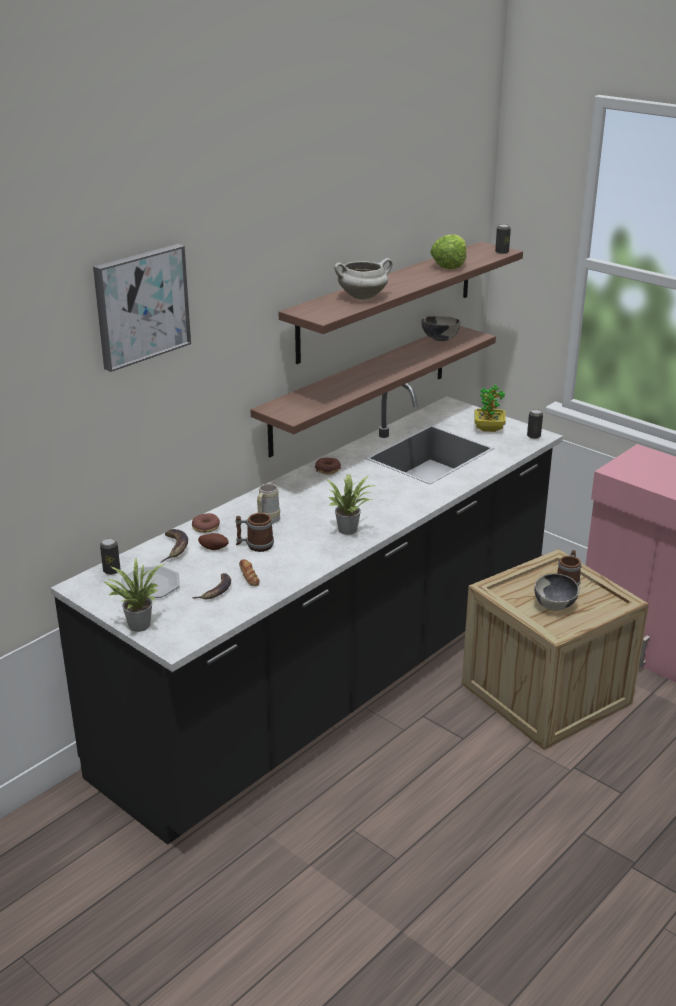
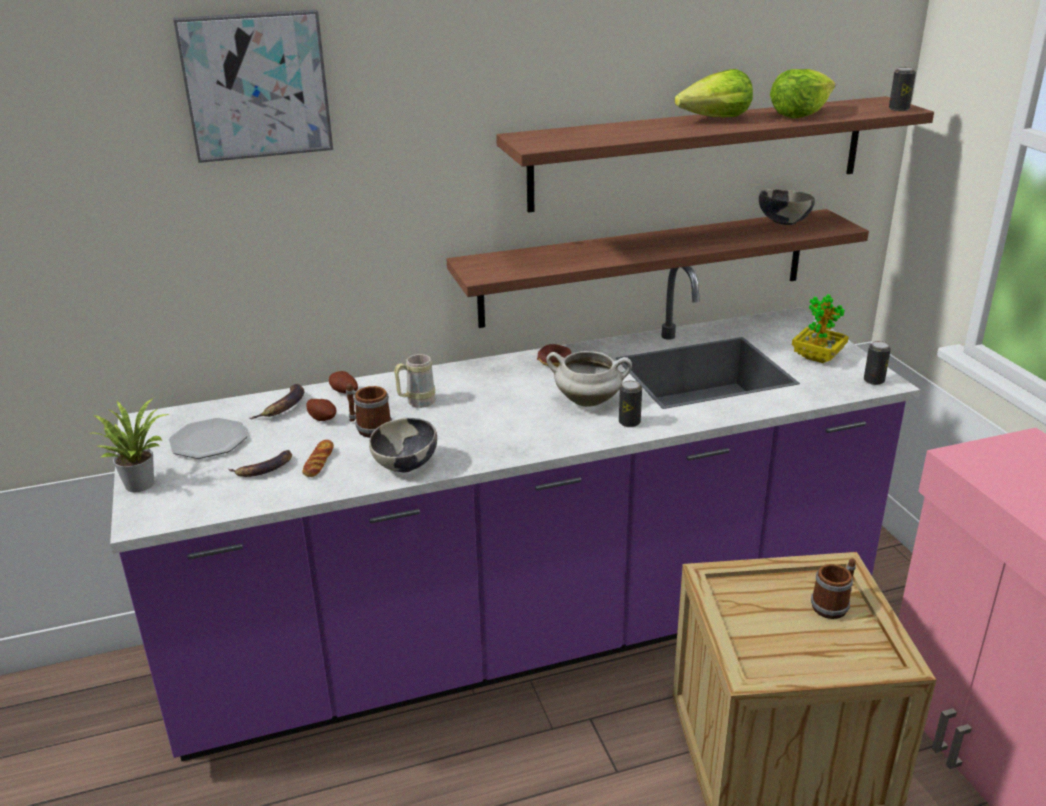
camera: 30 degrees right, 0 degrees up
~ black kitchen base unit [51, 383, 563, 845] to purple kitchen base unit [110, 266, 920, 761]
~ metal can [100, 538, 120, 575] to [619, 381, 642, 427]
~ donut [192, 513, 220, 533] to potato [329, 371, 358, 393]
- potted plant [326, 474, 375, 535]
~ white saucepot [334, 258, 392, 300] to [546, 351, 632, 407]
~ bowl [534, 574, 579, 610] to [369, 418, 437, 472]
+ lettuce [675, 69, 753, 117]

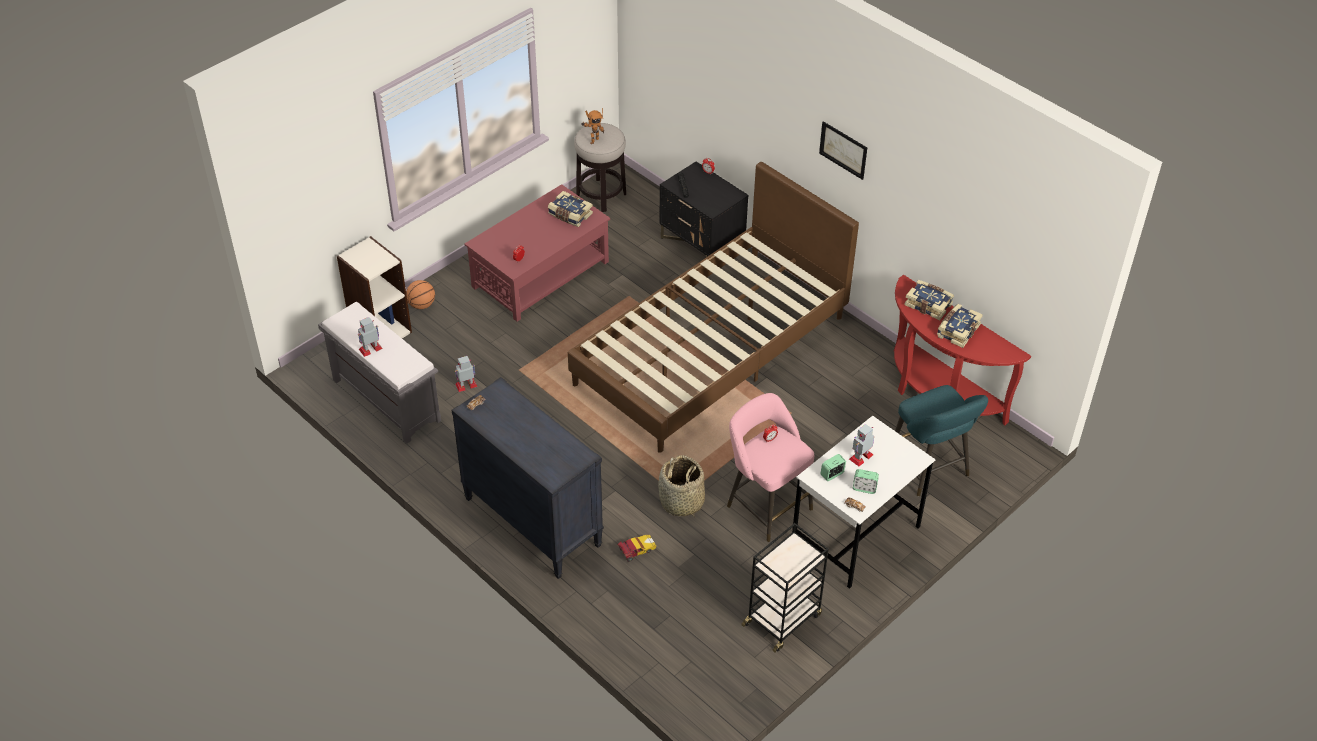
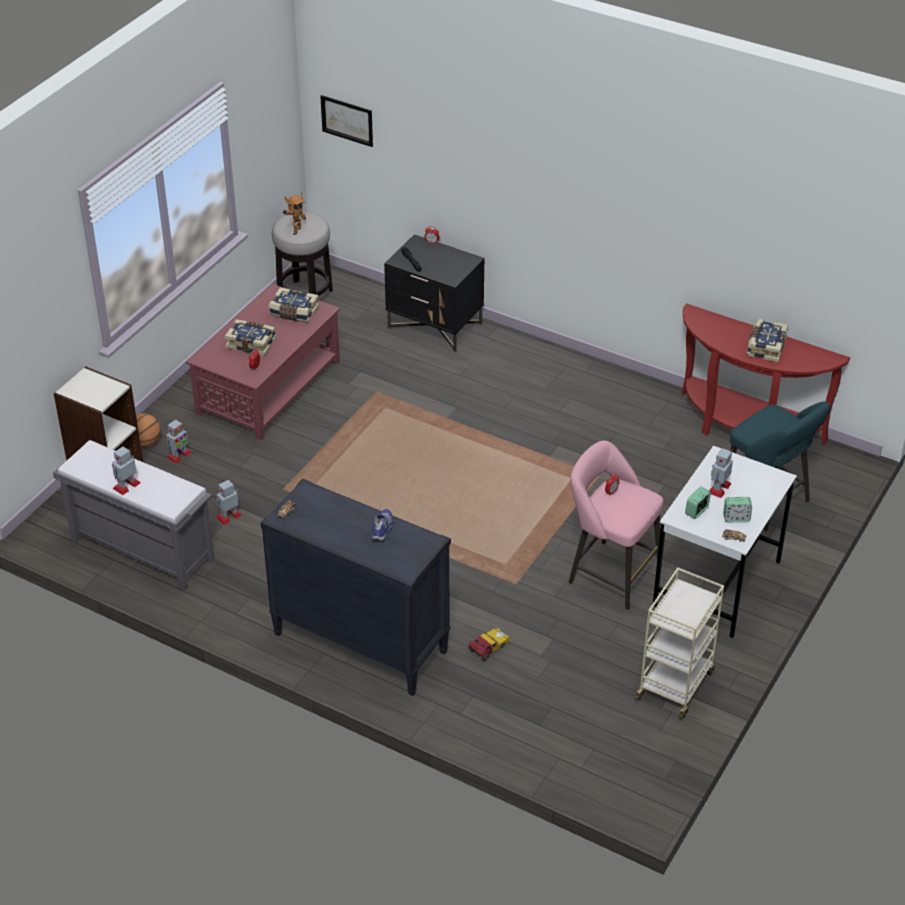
camera: 15 degrees left, 5 degrees down
- brown-coloured bed [568, 162, 859, 453]
- household basket [658, 455, 705, 517]
~ black cart [741, 523, 829, 652] to beige-coloured cart [634, 567, 724, 719]
~ wall picture [819, 121, 867, 180] to [320, 95, 373, 147]
~ book [904, 280, 954, 320] to [224, 319, 276, 356]
+ toy robot [166, 418, 192, 464]
+ low shoe [372, 509, 394, 542]

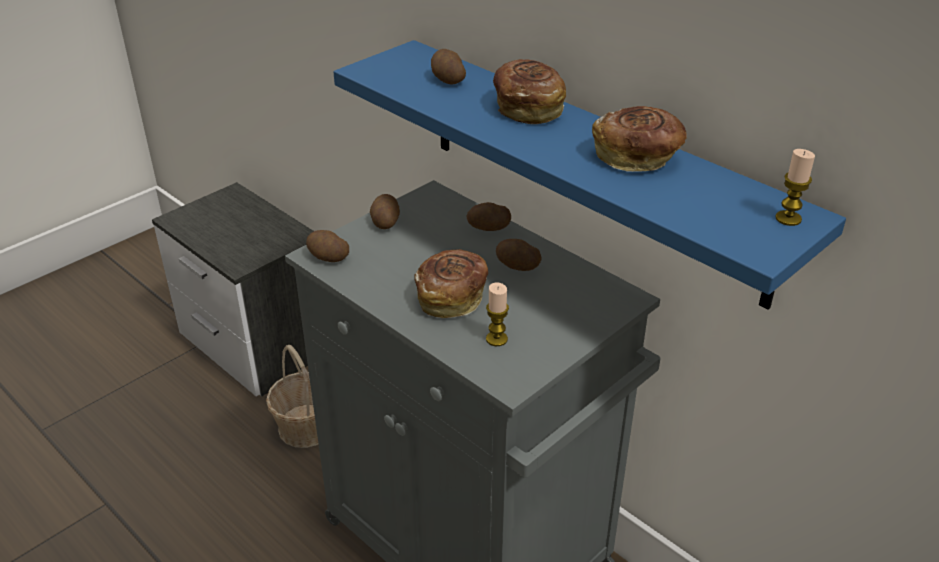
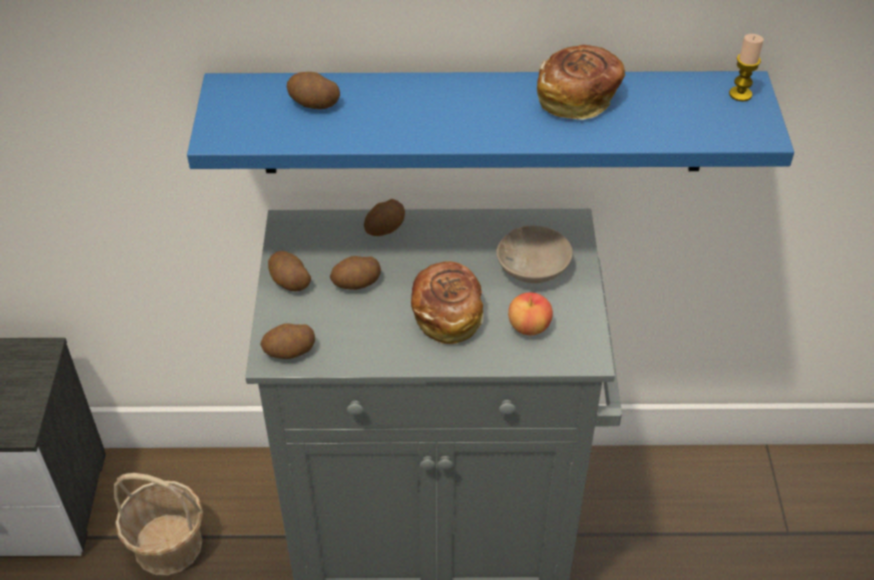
camera: 45 degrees left, 10 degrees up
~ wax candle [486, 282, 509, 346] to apple [508, 292, 553, 335]
- bread [493, 59, 566, 124]
~ potato [496, 239, 542, 271] to [330, 256, 381, 290]
+ beige-coloured bowl [496, 225, 573, 283]

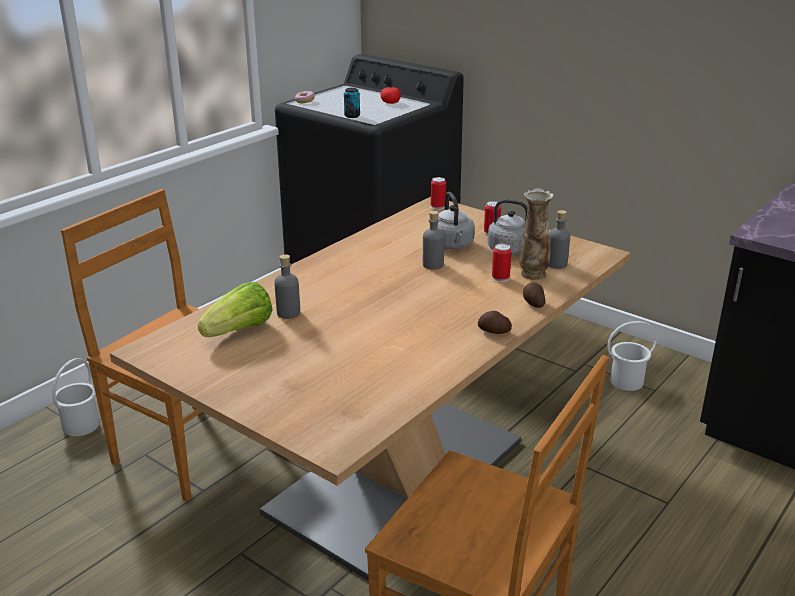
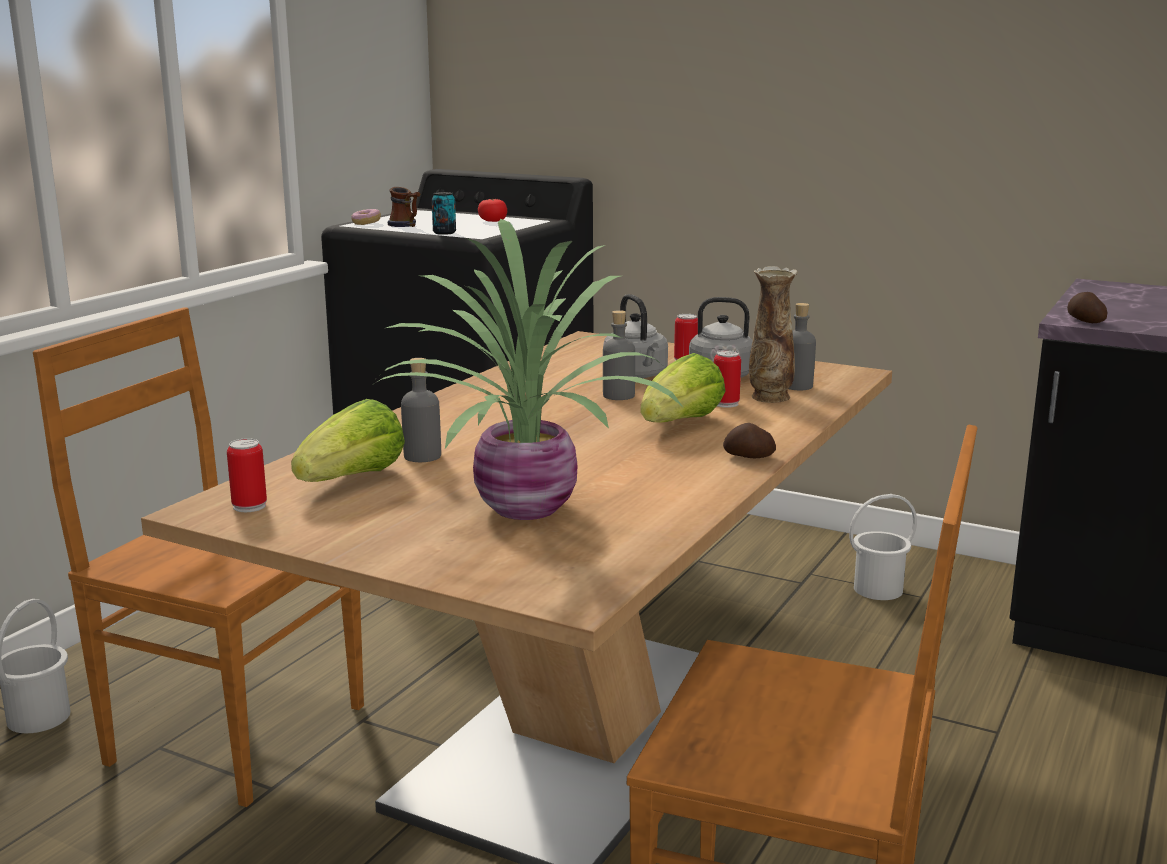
camera: 10 degrees left, 10 degrees down
~ metal can [431, 177, 446, 210] to [227, 438, 267, 512]
~ potato [523, 282, 546, 308] to [1067, 292, 1107, 323]
+ potted plant [372, 219, 684, 520]
+ tea mug [388, 187, 421, 227]
+ lettuce [640, 353, 726, 423]

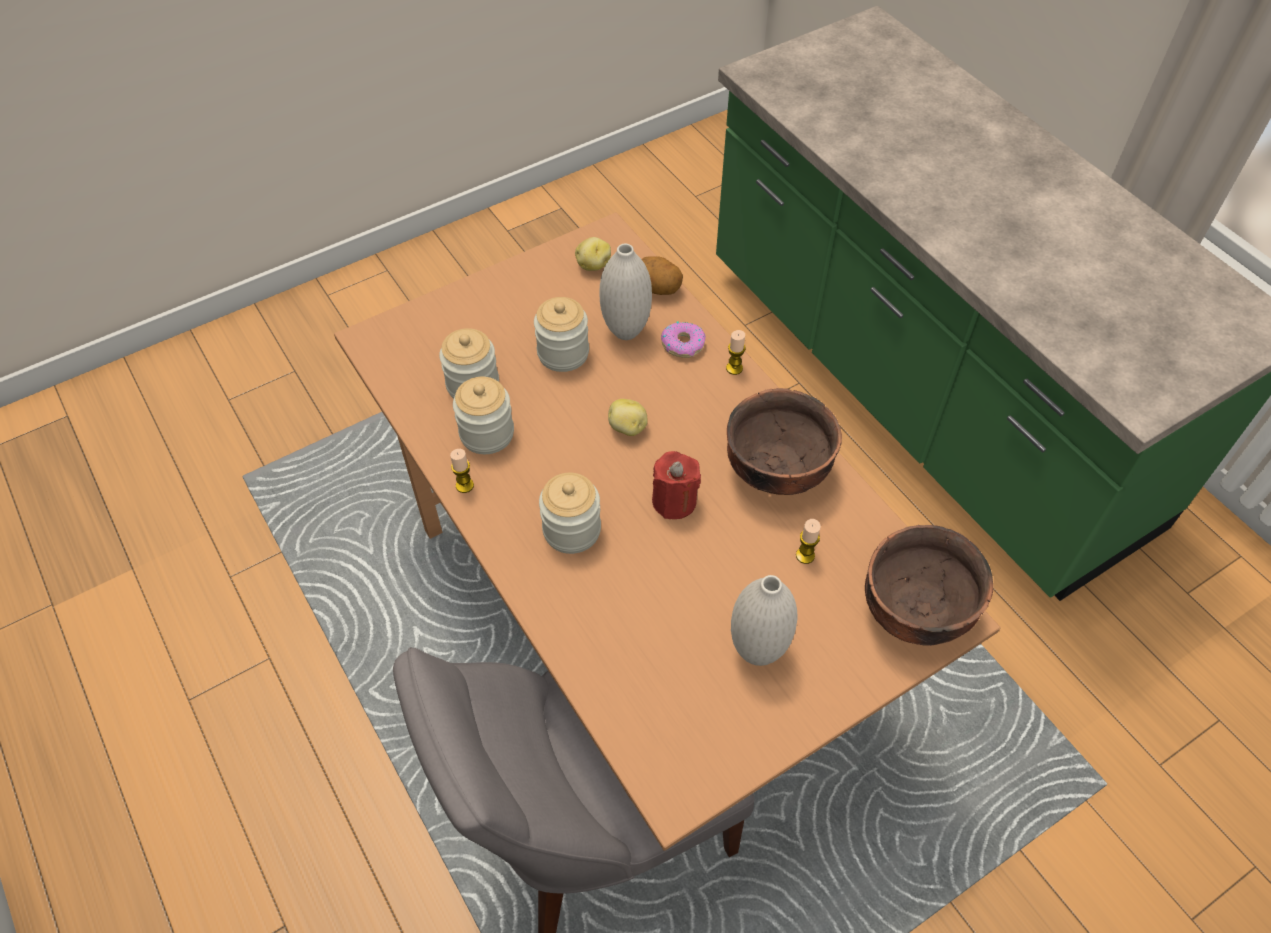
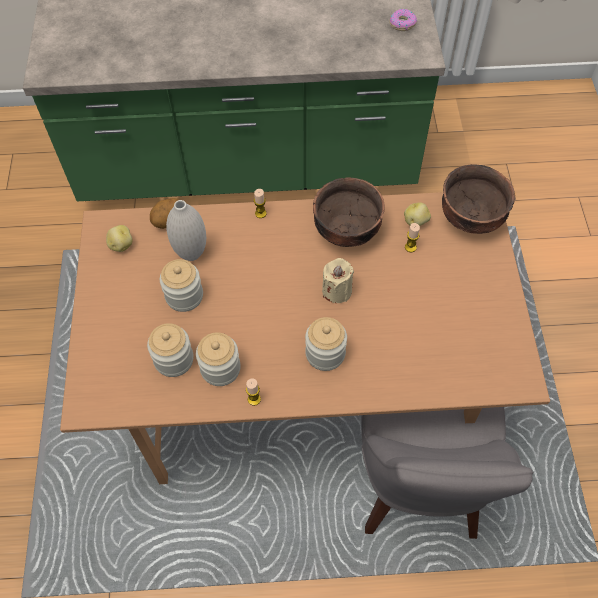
camera: 60 degrees left, 5 degrees up
~ potato [608, 399, 647, 436] to [404, 202, 431, 226]
~ reddish wax candle [652, 451, 701, 519] to beige-coloured wax candle [322, 258, 354, 303]
~ donut [661, 321, 706, 358] to [389, 9, 417, 31]
- white flower vase [731, 575, 797, 666]

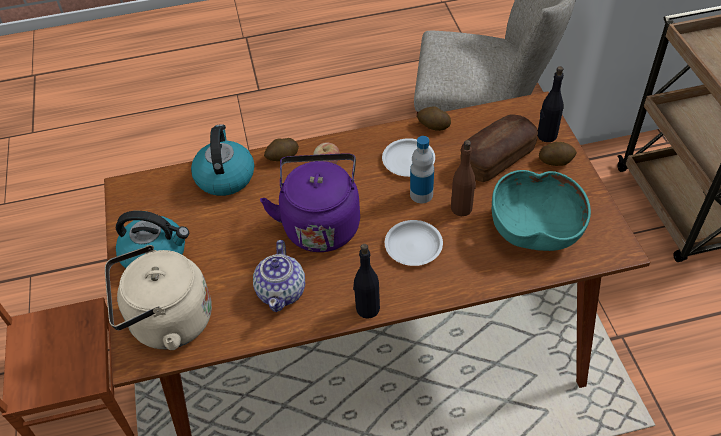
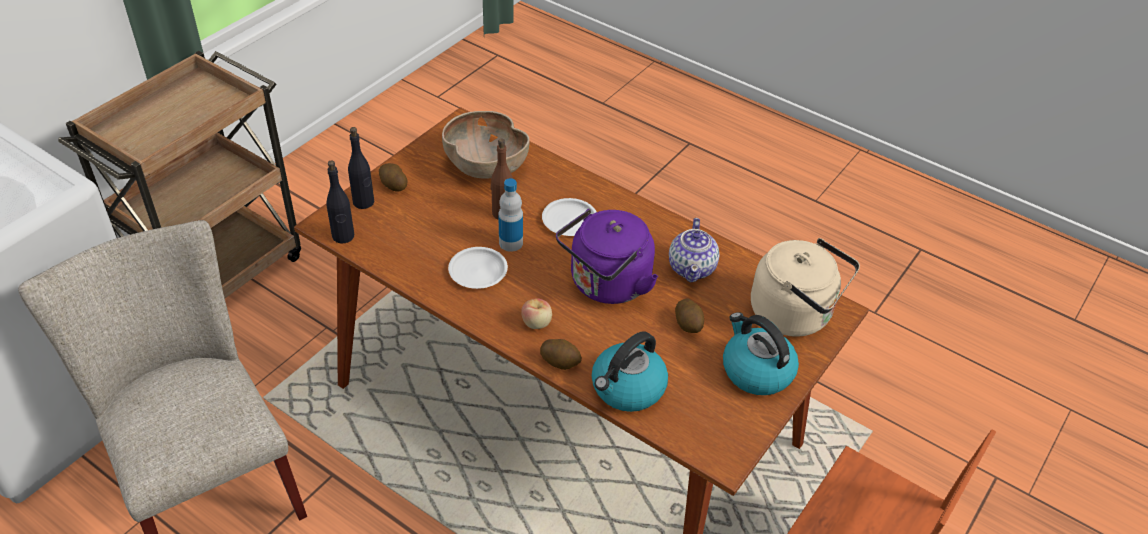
camera: 135 degrees left, 5 degrees down
~ pot for tea [253, 240, 305, 312] = [669, 218, 719, 282] 135 degrees clockwise
~ black drink bottle [353, 244, 380, 319] to [326, 160, 354, 243]
~ potato [417, 107, 451, 131] to [675, 299, 704, 333]
- bread [460, 114, 538, 182]
~ turquoise-coloured bowl [492, 170, 591, 251] to brown-coloured bowl [442, 111, 530, 178]

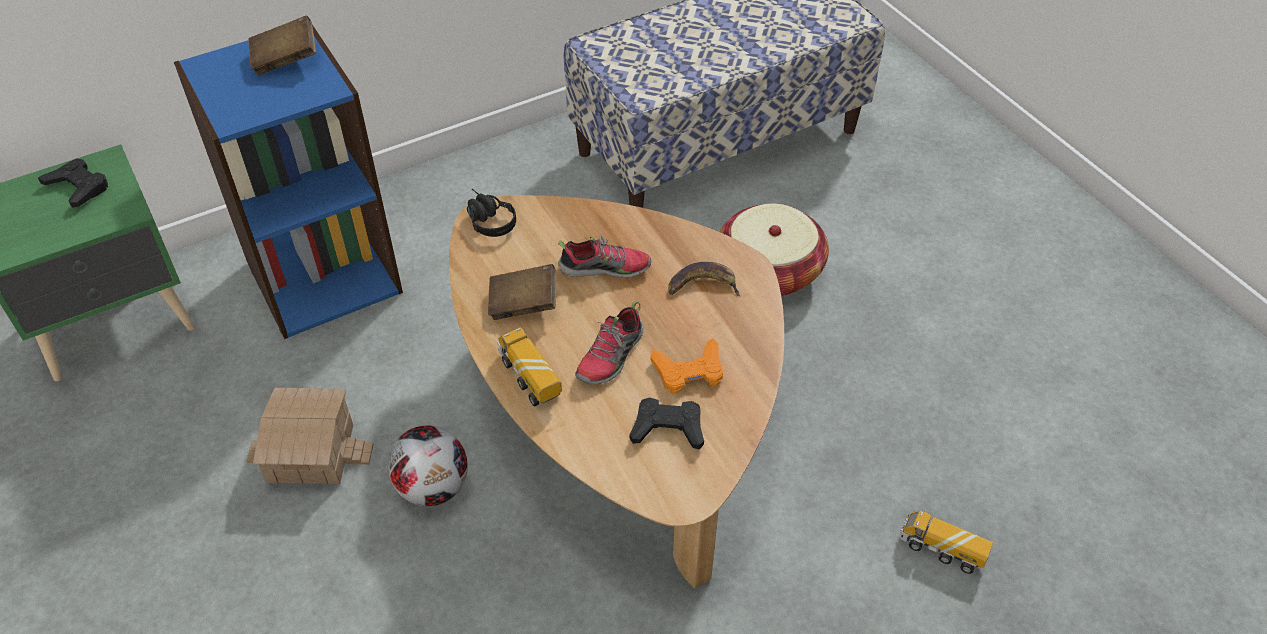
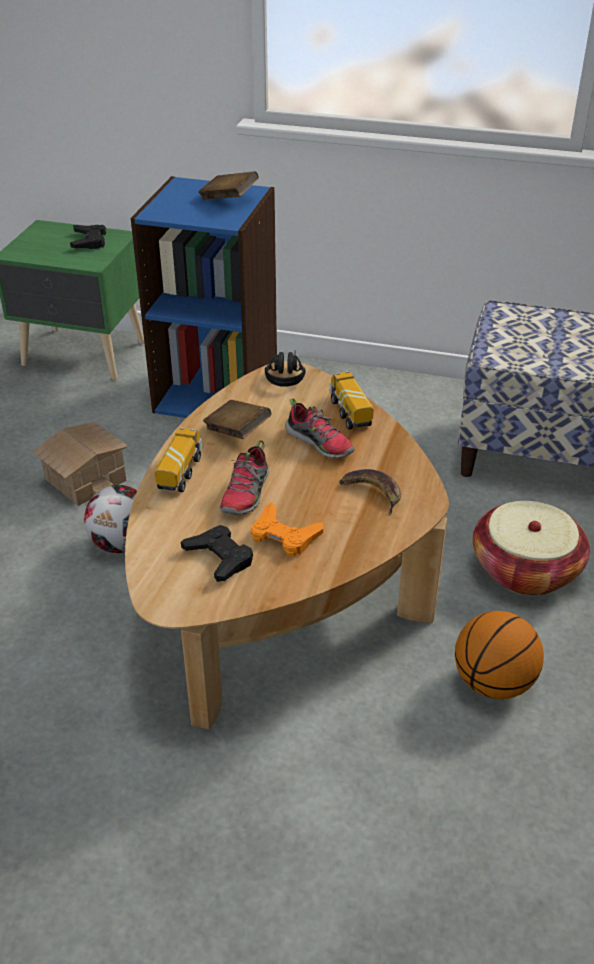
camera: 45 degrees right, 10 degrees down
~ low shoe [575, 301, 644, 385] = [220, 440, 269, 515] 60 degrees counterclockwise
~ toy truck [899, 510, 993, 574] to [329, 371, 374, 430]
+ ball for basketball [455, 611, 544, 699]

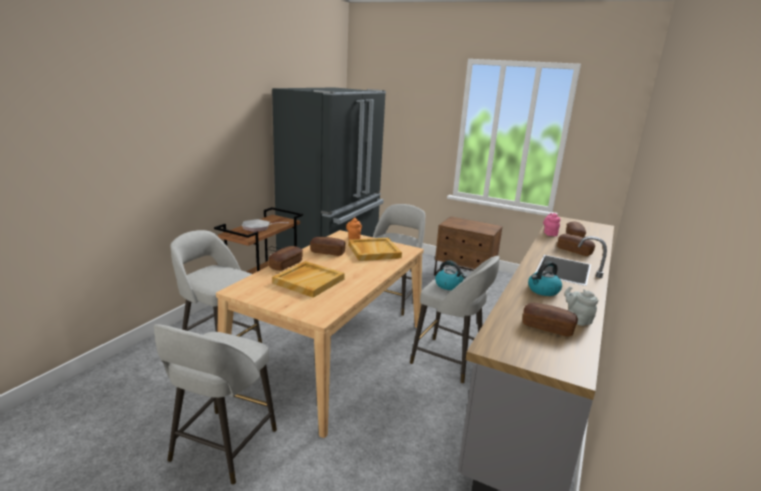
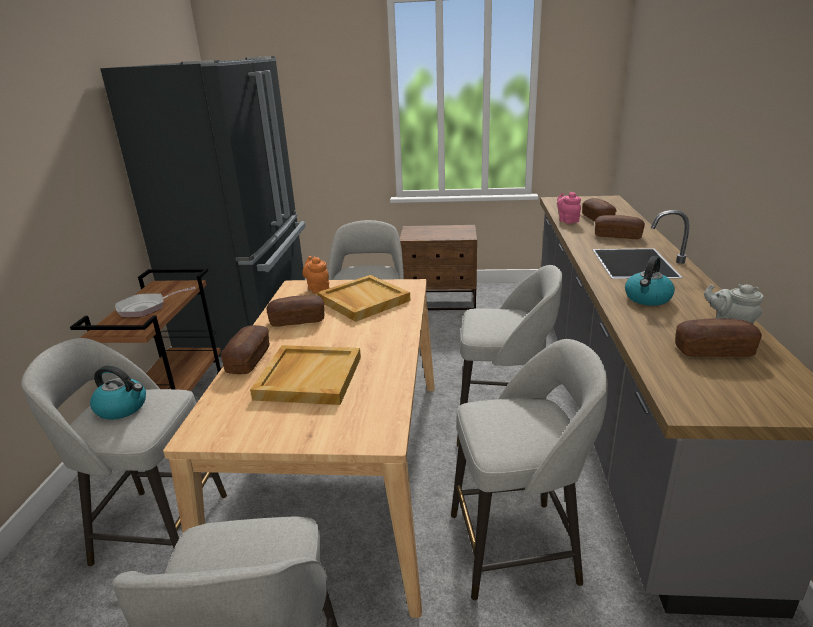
camera: 20 degrees left, 5 degrees up
~ kettle [435, 260, 467, 290] to [90, 366, 146, 420]
+ grey stool seat [451, 339, 608, 600]

